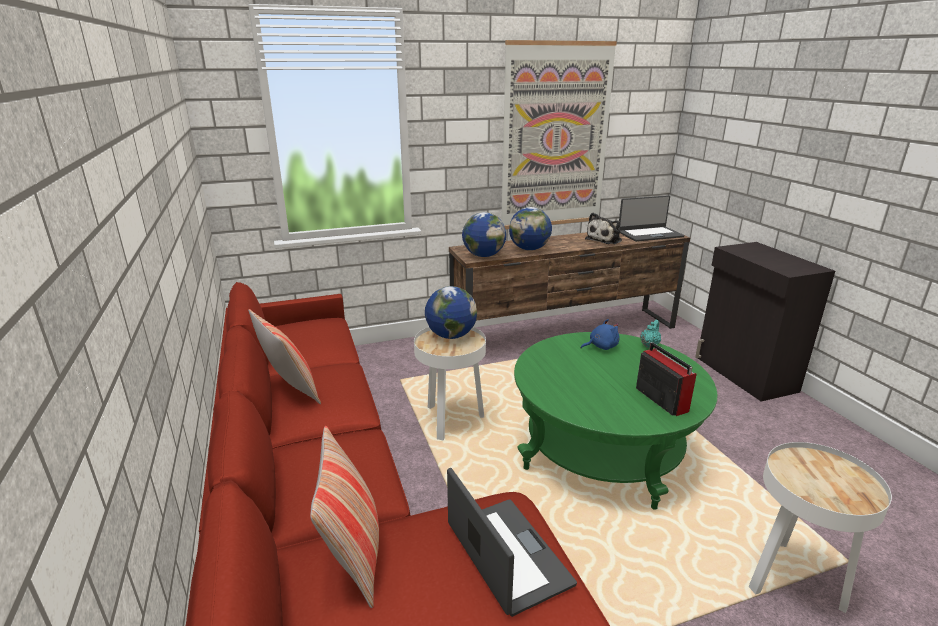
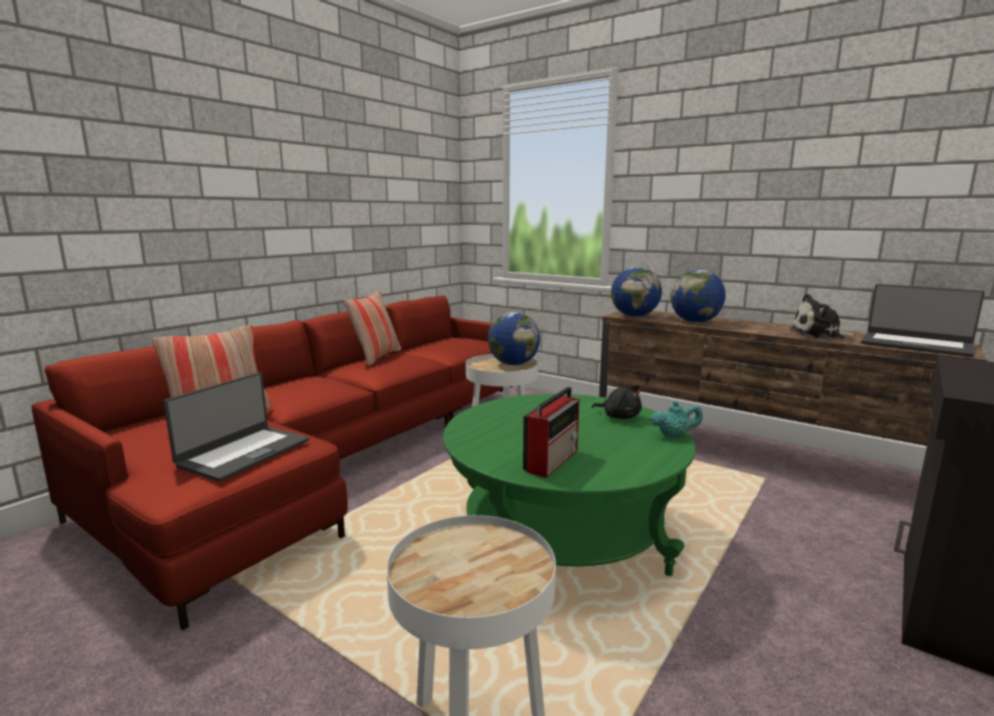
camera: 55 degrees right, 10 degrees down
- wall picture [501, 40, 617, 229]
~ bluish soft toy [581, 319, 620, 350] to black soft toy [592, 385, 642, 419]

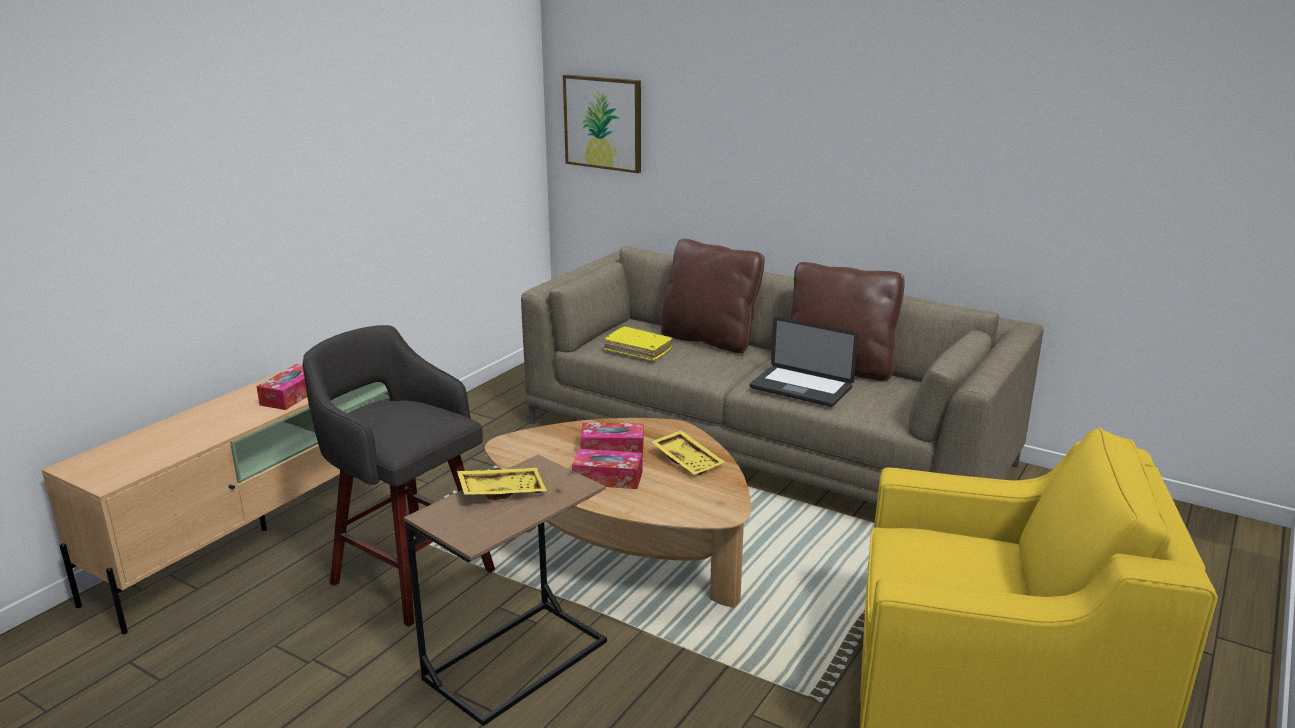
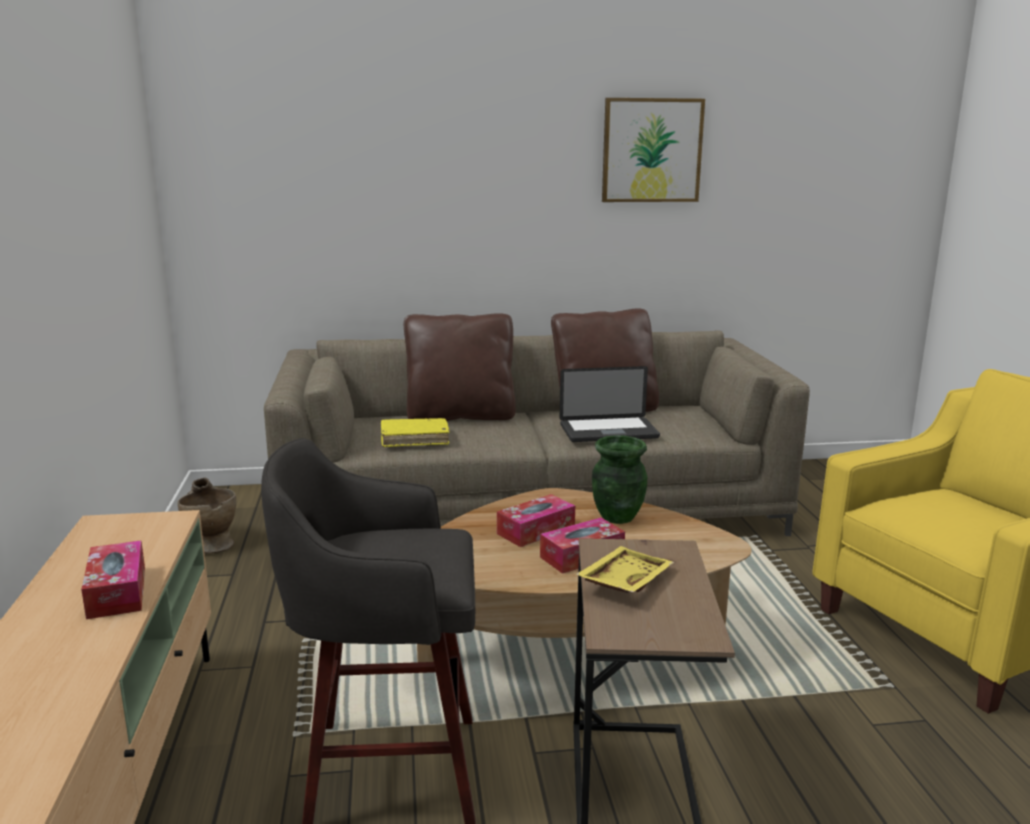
camera: 40 degrees left, 5 degrees down
~ wall picture [563, 74, 641, 173] to [602, 98, 705, 202]
~ yellowish carrying tray [651, 430, 725, 475] to green-coloured flower vase [592, 435, 647, 524]
+ beige-coloured flower vase [178, 477, 236, 554]

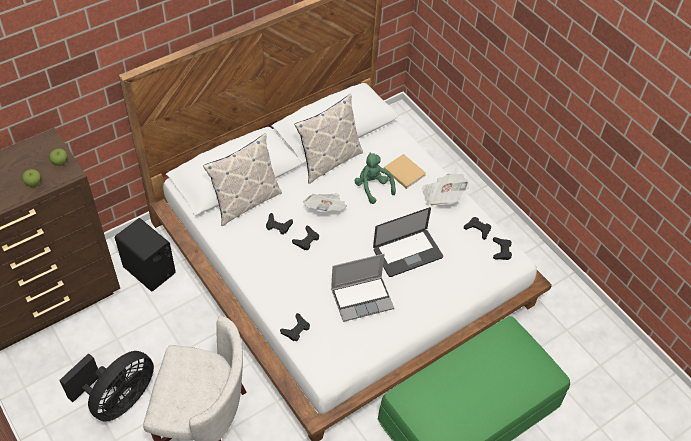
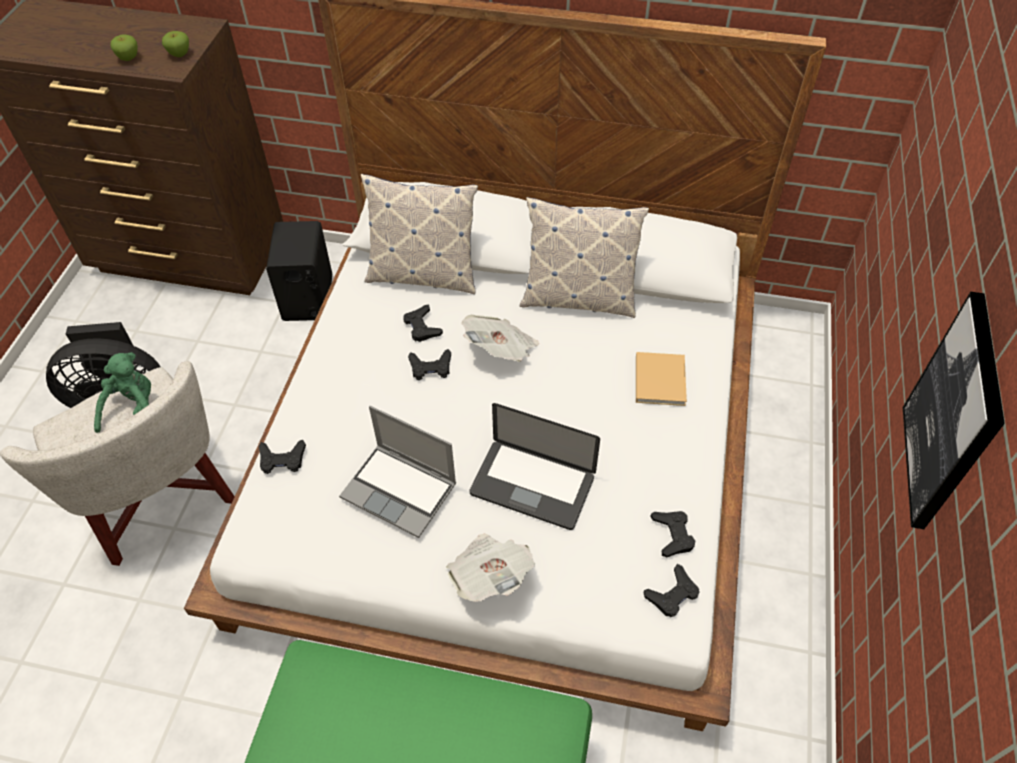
camera: 50 degrees right, 0 degrees up
~ green-coloured soft toy [354, 153, 396, 204] to [94, 352, 151, 433]
~ newspaper [422, 174, 469, 206] to [446, 533, 535, 602]
+ wall picture [903, 292, 1005, 529]

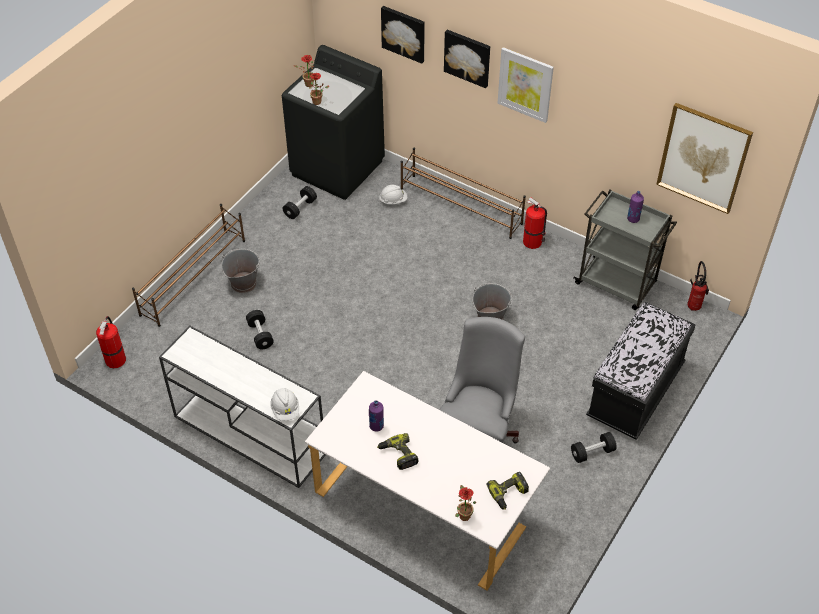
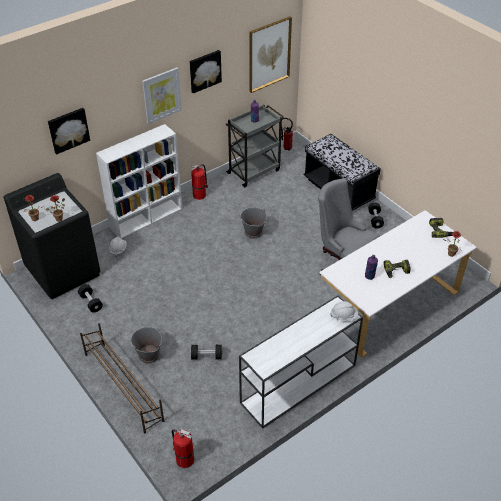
camera: 70 degrees left, 5 degrees down
~ brown-coloured shoe rack [401, 148, 526, 239] to white shelving unit [96, 124, 182, 238]
~ wall picture [444, 30, 490, 88] to [190, 50, 222, 94]

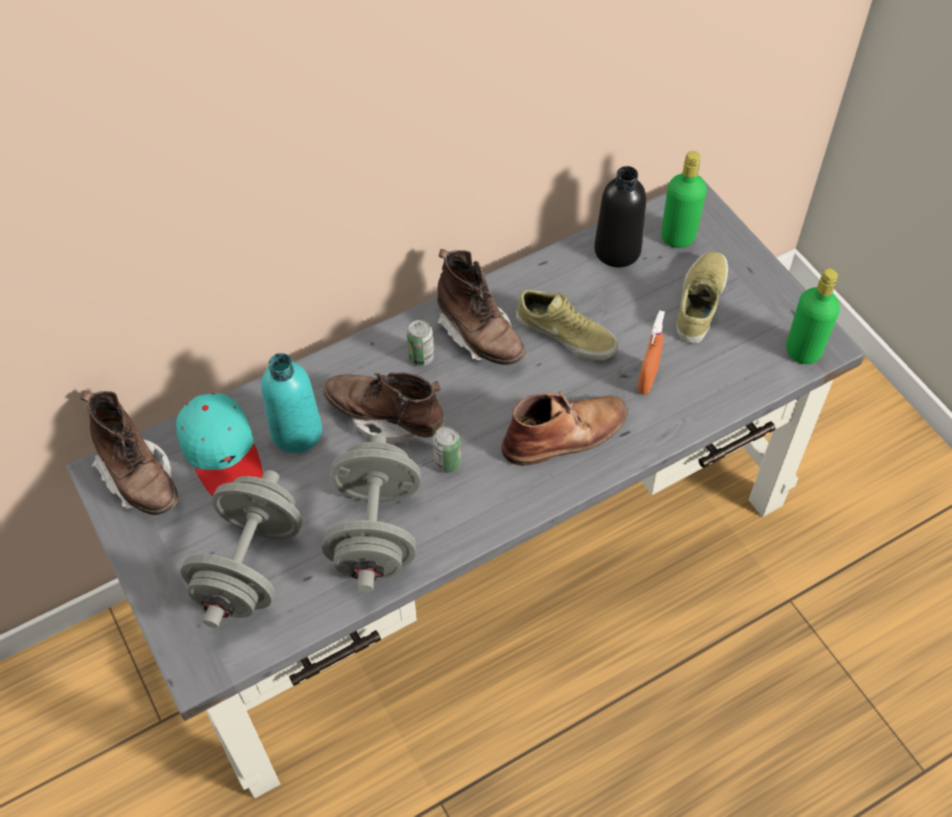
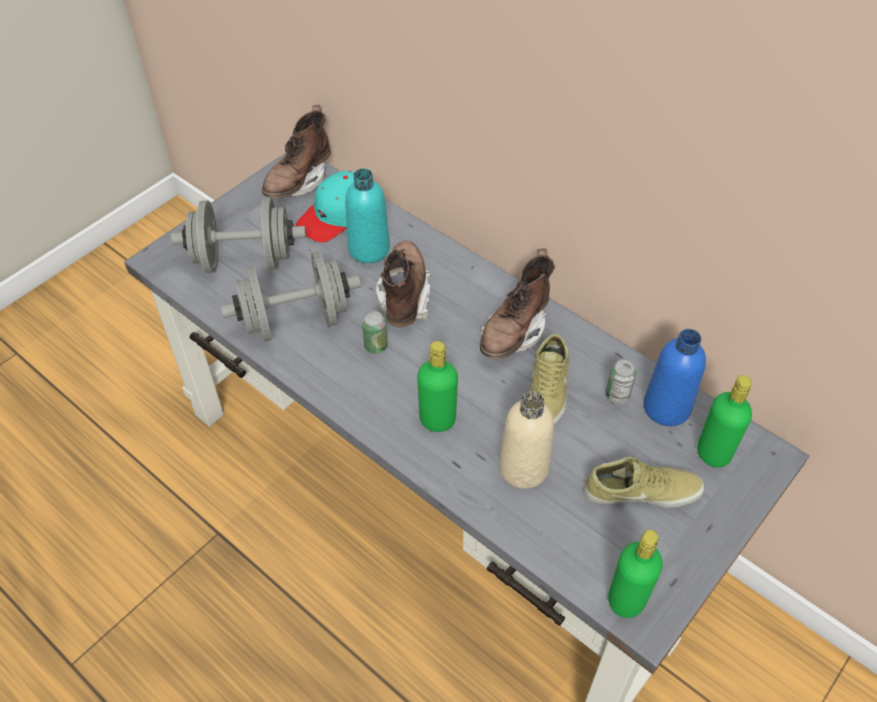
camera: 70 degrees right, 5 degrees down
~ metal can [407, 320, 434, 366] to [606, 360, 636, 404]
~ brown-coloured boot [501, 391, 628, 466] to green-coloured drink bottle [417, 341, 458, 432]
~ black drink bottle [594, 166, 646, 267] to bluish drink bottle [643, 329, 706, 426]
~ orange sprayer [637, 311, 665, 394] to beige-coloured drink bottle [499, 391, 554, 489]

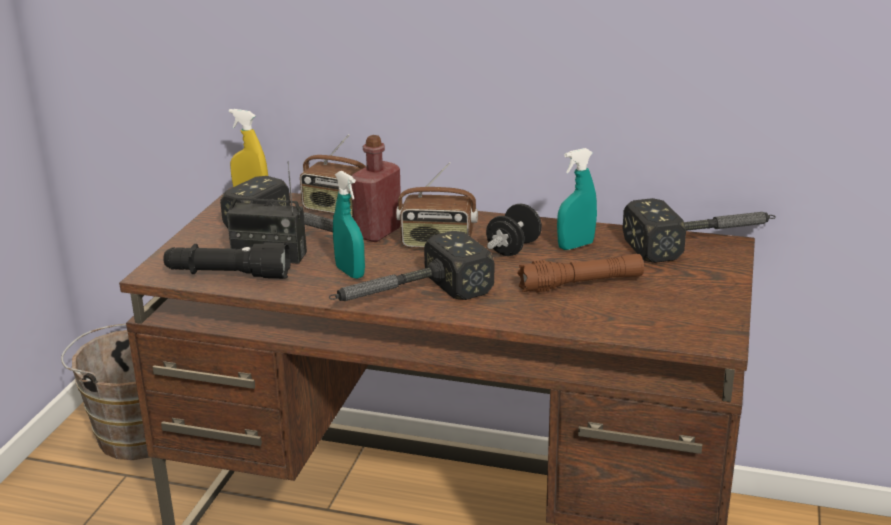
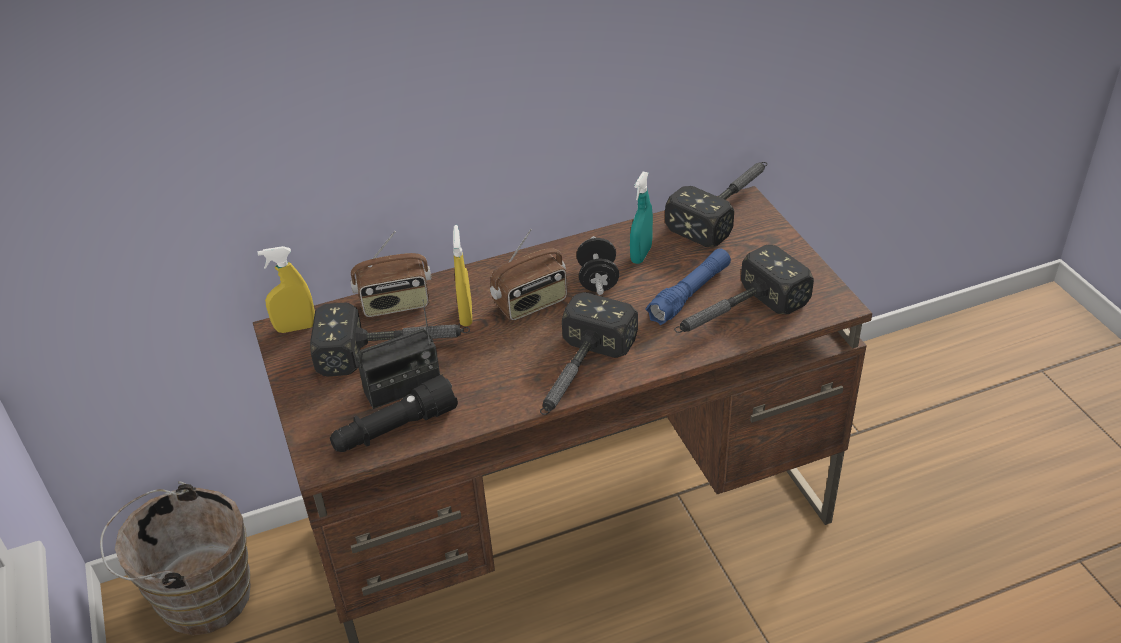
camera: 35 degrees left, 15 degrees up
- turquoise-coloured sprayer [333, 171, 365, 279]
~ reddish drink bottle [351, 135, 401, 242] to yellowish sprayer [453, 225, 472, 326]
~ brown-coloured hand torch [517, 254, 644, 293] to bluish hand torch [646, 248, 731, 325]
+ hand hammer [674, 245, 814, 333]

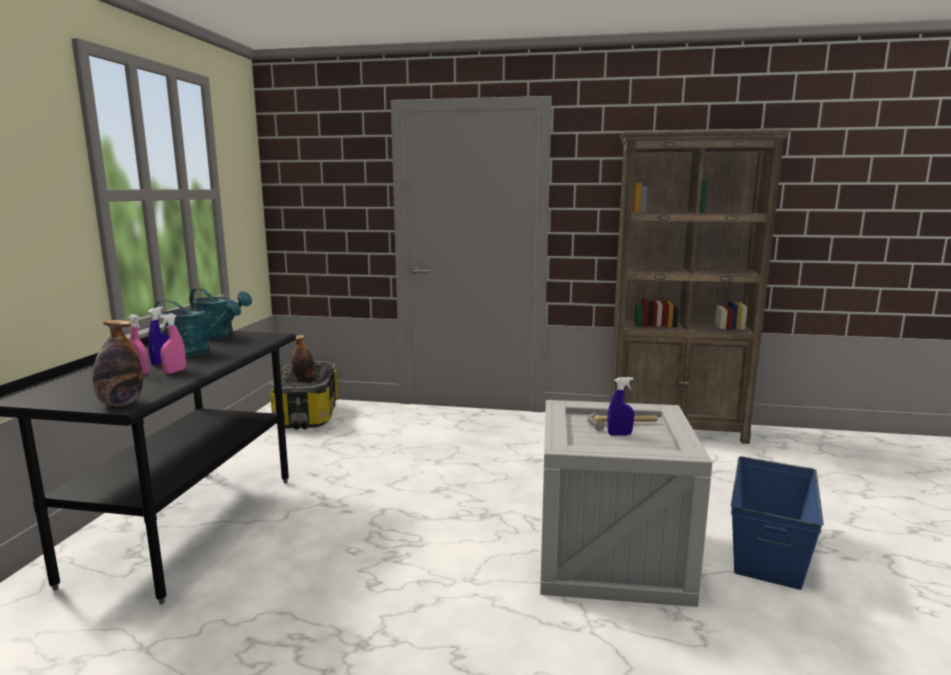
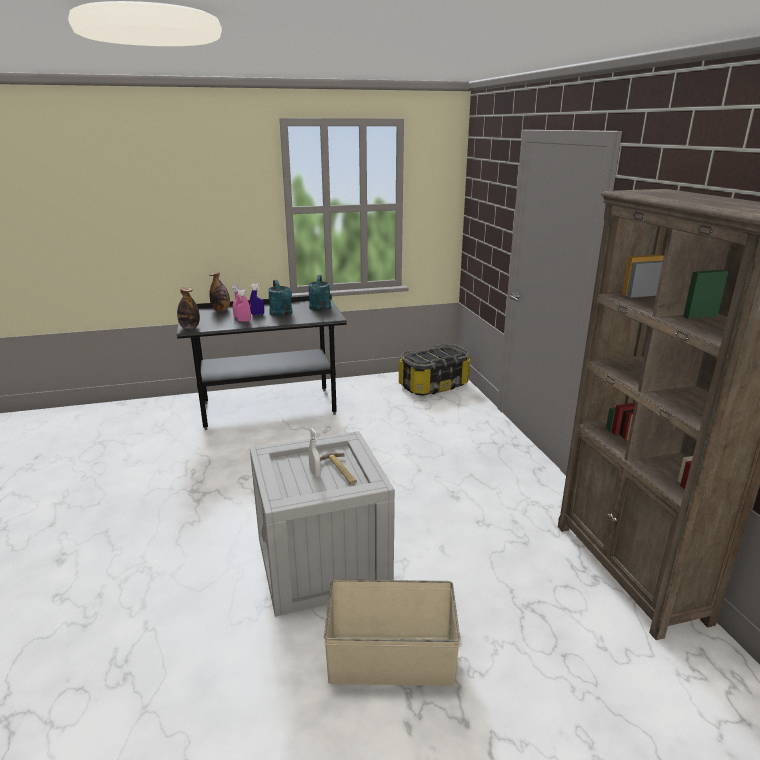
camera: 65 degrees right, 10 degrees up
~ drink bottle [291, 335, 315, 380] to [209, 272, 230, 311]
~ bluish sprayer [607, 377, 634, 435] to white sprayer [308, 428, 321, 477]
~ bluish storage bin [731, 456, 824, 590] to beige-coloured storage bin [324, 579, 460, 686]

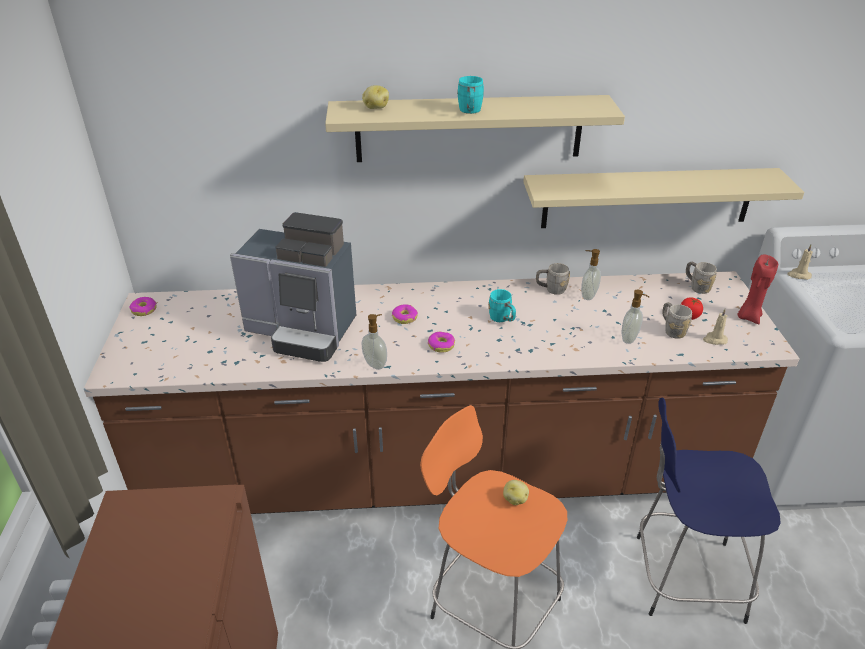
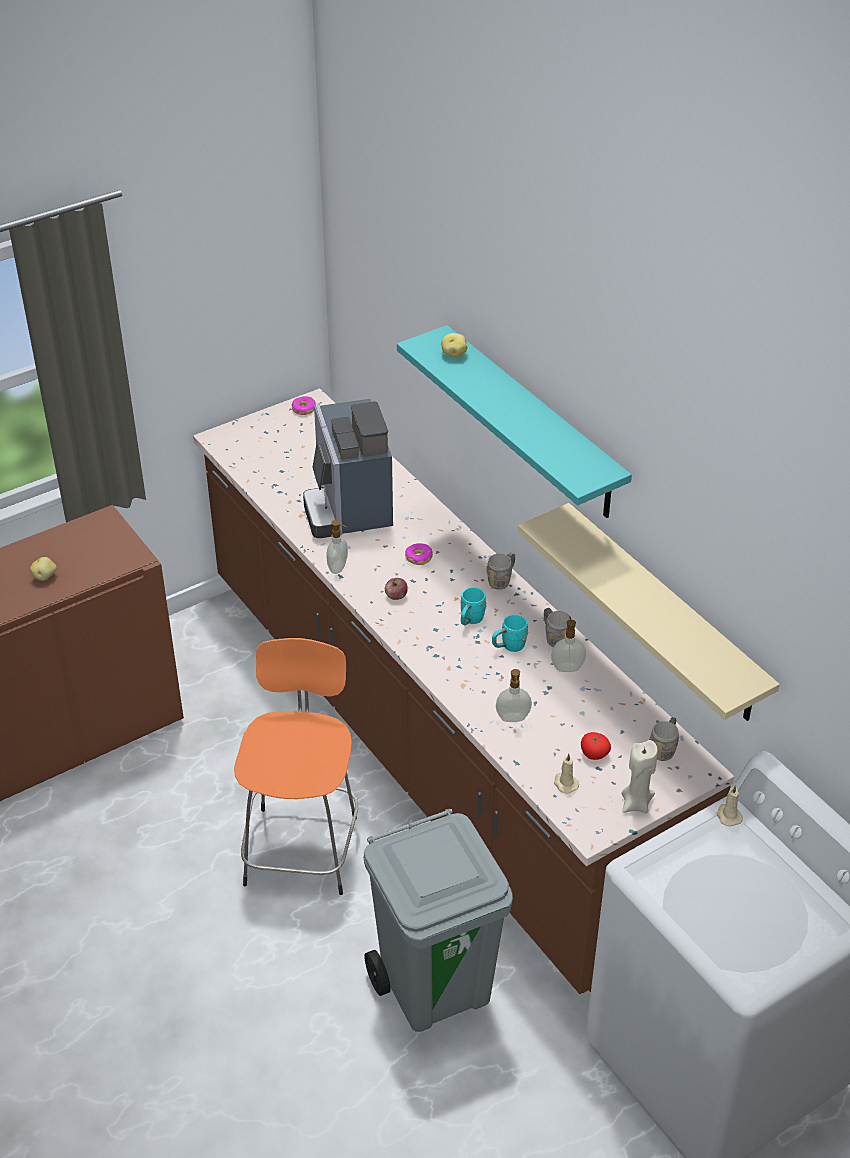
camera: 60 degrees right, 5 degrees up
~ beige-coloured shelf [325, 95, 625, 162] to turquoise-coloured shelf [397, 325, 632, 518]
~ donut [428, 332, 455, 353] to apple [385, 578, 408, 600]
~ turquoise-coloured tea mug [457, 76, 484, 114] to [492, 614, 528, 652]
~ potato [503, 480, 529, 505] to [30, 557, 57, 581]
~ bluish stool seat [637, 397, 781, 624] to grey trash can [363, 809, 513, 1032]
~ grey tea mug [662, 302, 692, 339] to [487, 552, 515, 590]
~ reddish wax candle [737, 255, 778, 324] to beige-coloured wax candle [621, 740, 658, 813]

